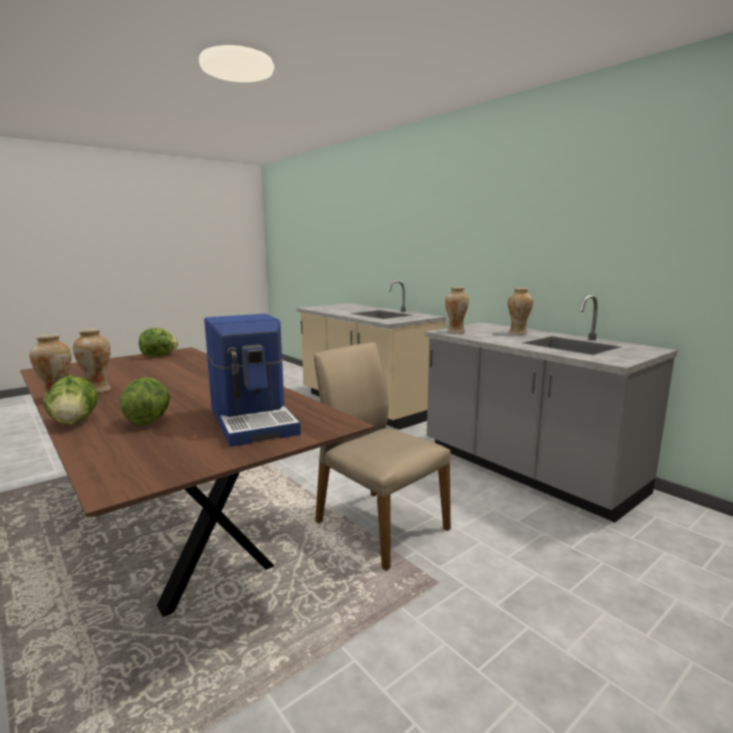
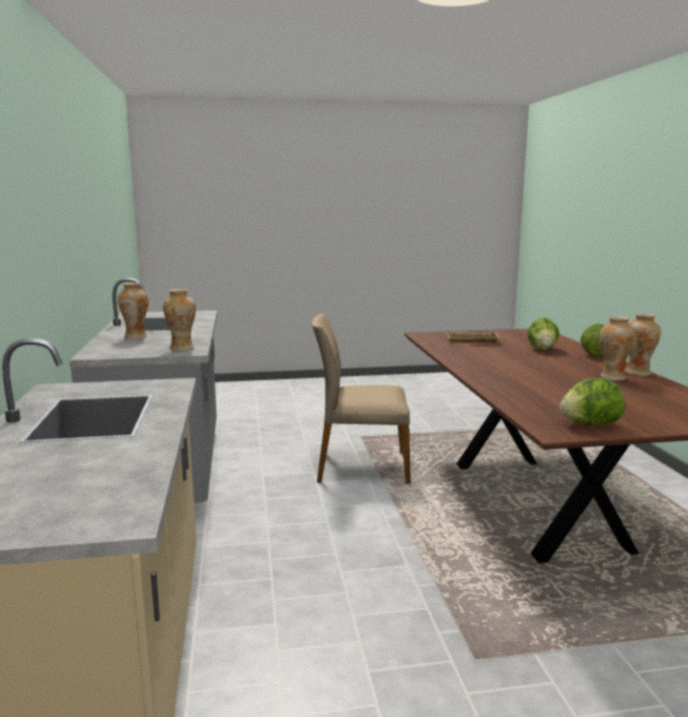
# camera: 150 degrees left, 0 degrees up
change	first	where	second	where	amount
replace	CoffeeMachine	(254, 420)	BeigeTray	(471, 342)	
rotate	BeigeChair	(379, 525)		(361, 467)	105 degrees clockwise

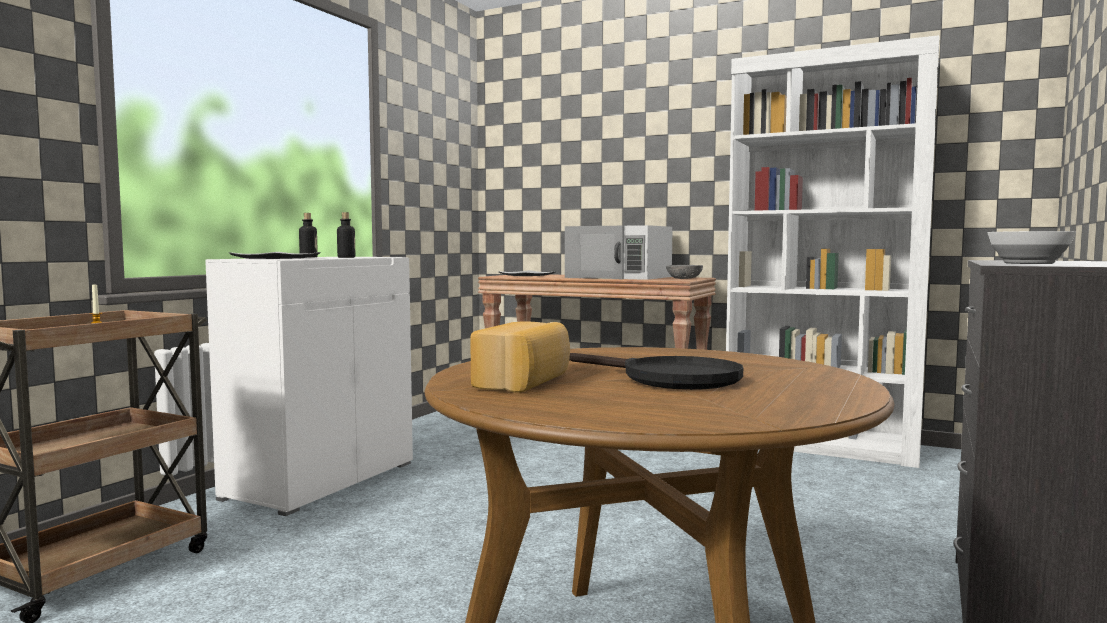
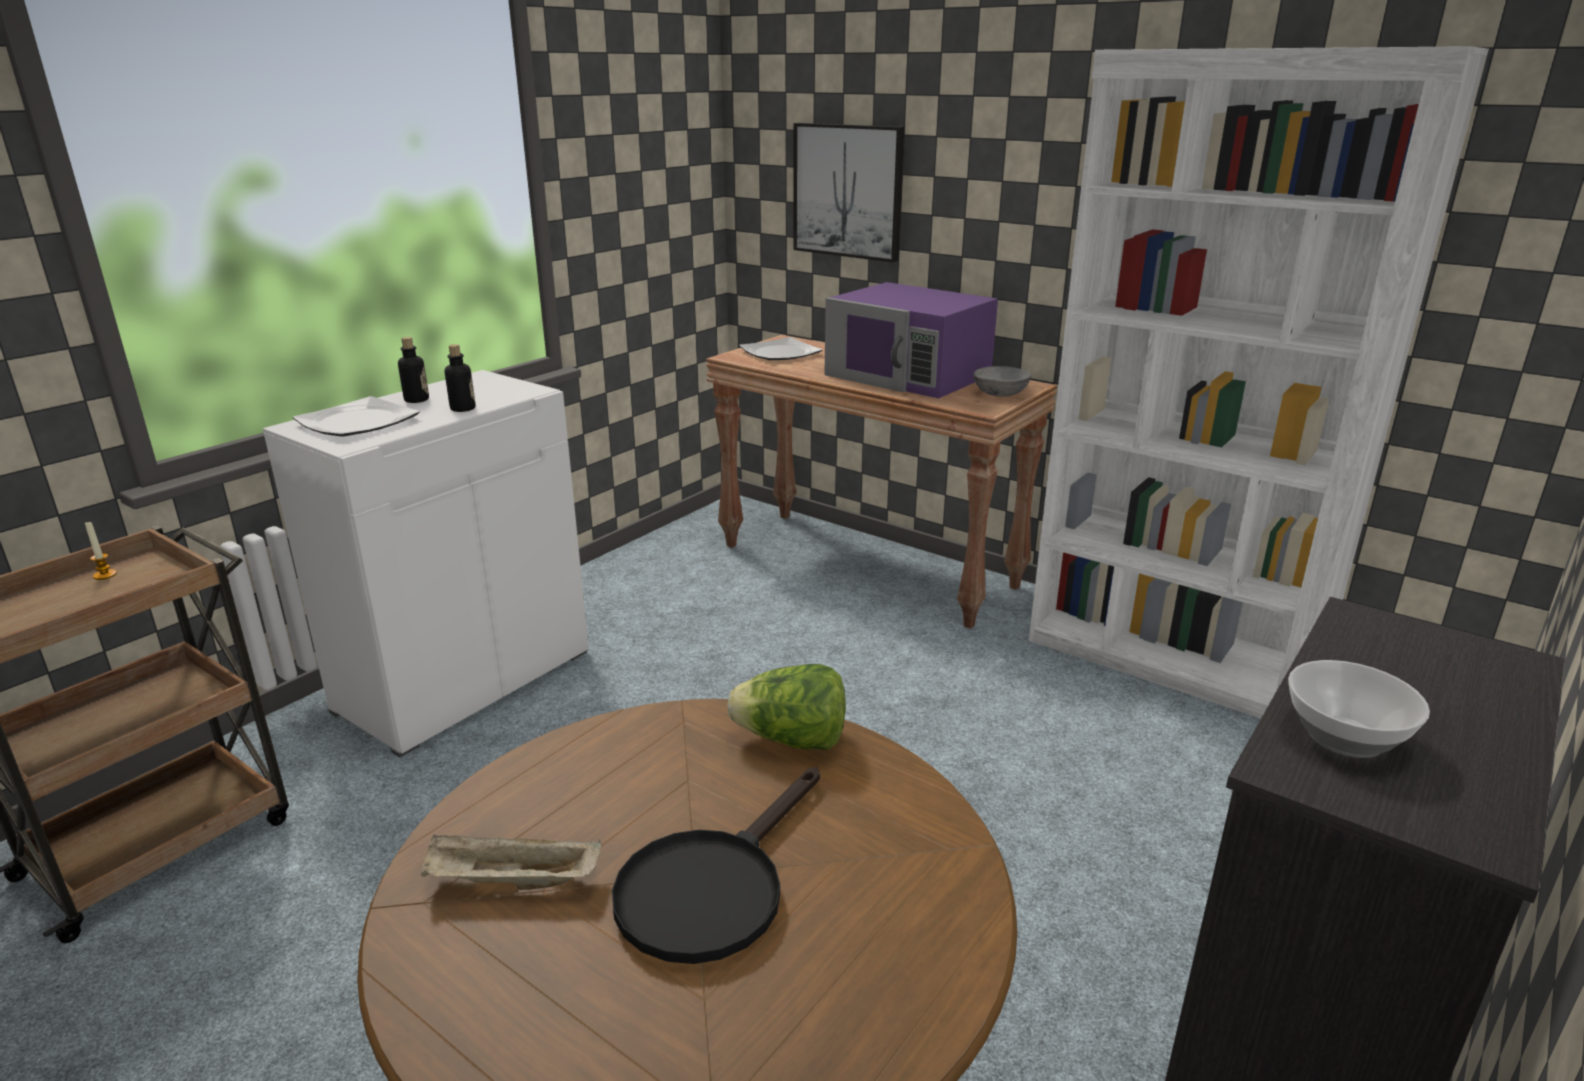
# camera: 10 degrees right, 20 degrees up
change	first	where	second	where	amount
replace	Bread	(525, 382)	BeigeTray	(511, 882)	
recolor	WhiteMicrowave	(619, 277)	PurpleMicrowave	(909, 375)	
rotate	BlackFryingPan	(666, 378)		(712, 887)	75 degrees clockwise
insert			Lettuce	(792, 740)	
insert			Picture	(848, 191)	

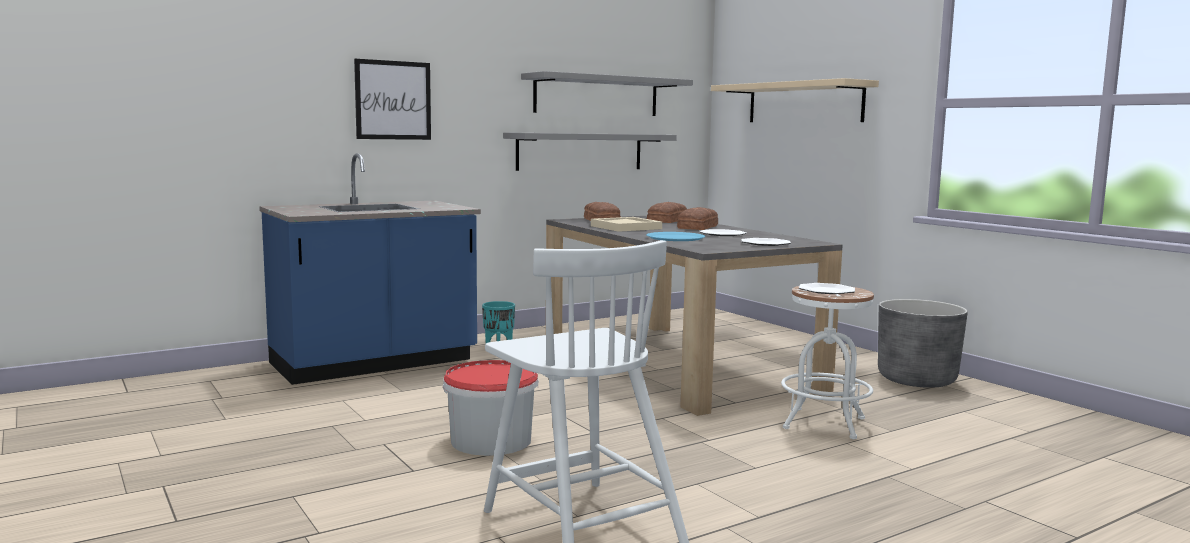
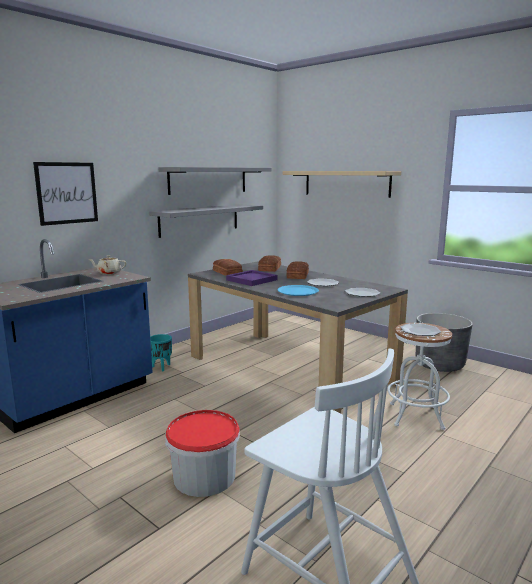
# camera: 15 degrees left, 5 degrees up
change	first	where	second	where	amount
recolor	BeigeTray	(624, 227)	PurpleTray	(251, 280)	
insert			BeigeTeapot	(108, 273)	

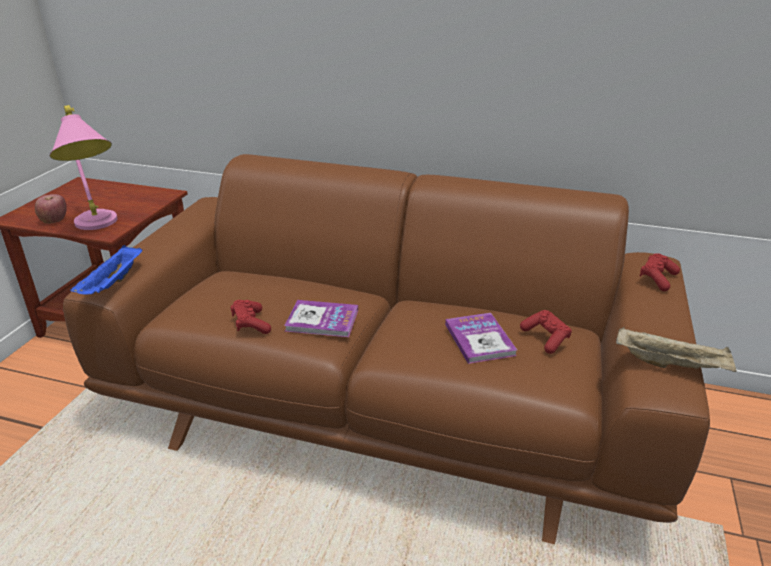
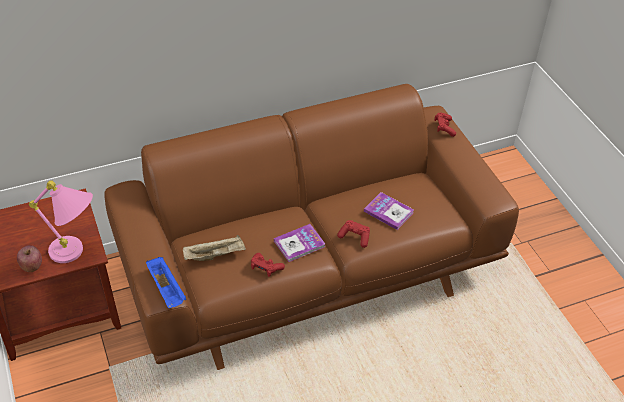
# camera: 40 degrees left, 15 degrees up
change	first	where	second	where	amount
move	RedGameController	(545, 338)		(355, 237)	
move	BeigeTray	(671, 364)		(215, 255)	

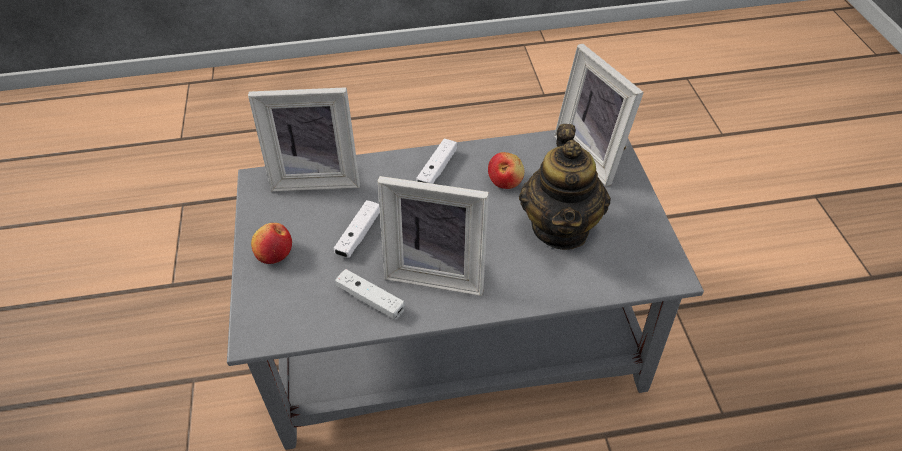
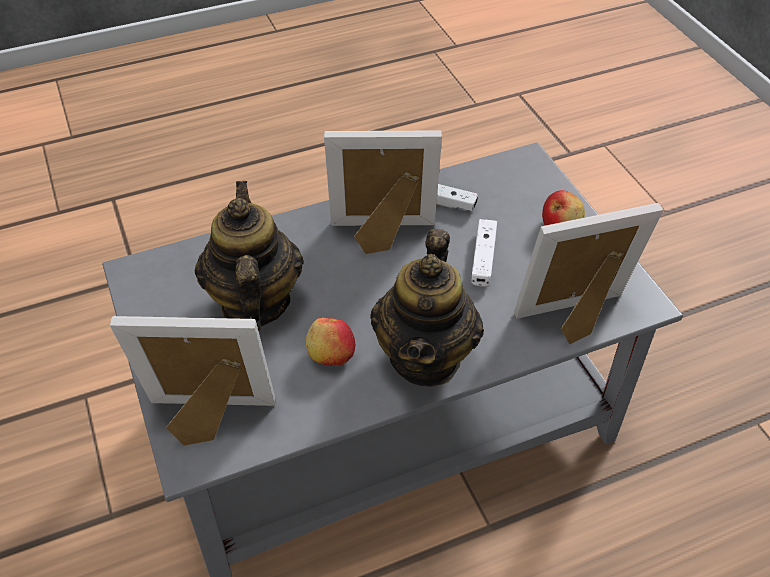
# camera: 165 degrees right, 0 degrees up
change	first	where	second	where	amount
replace	WhiteGameController	(437, 169)	Teapot	(426, 357)	
rotate	PictureFrame	(594, 154)		(209, 420)	45 degrees counterclockwise

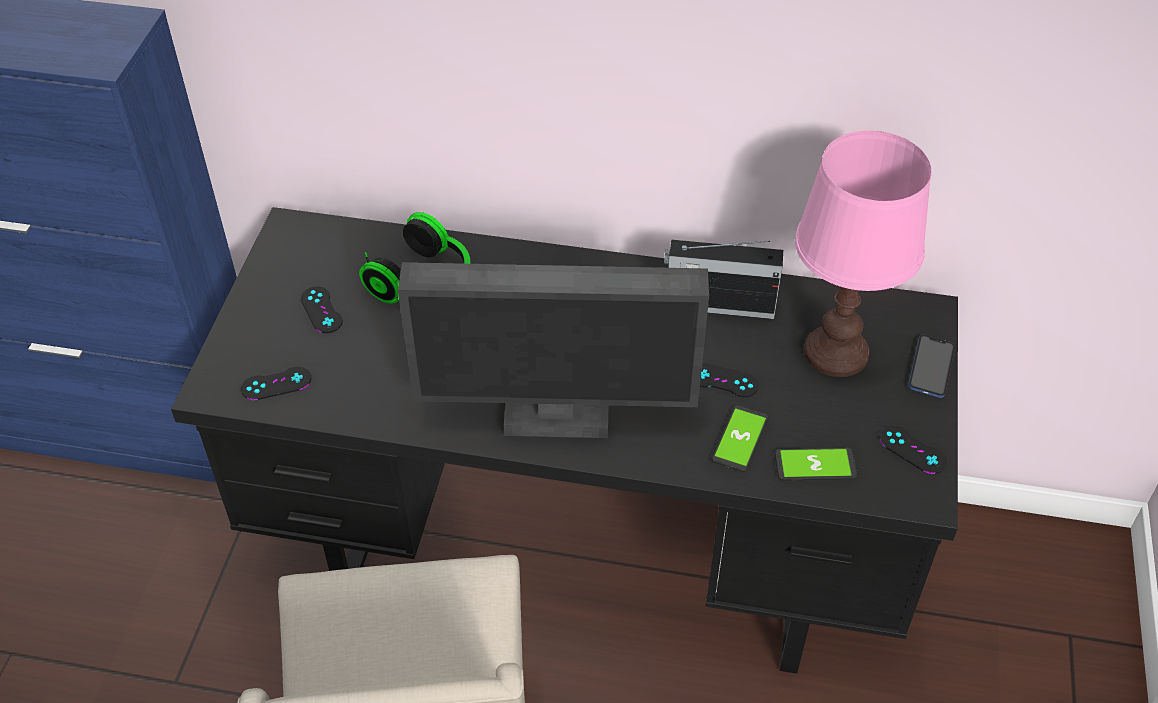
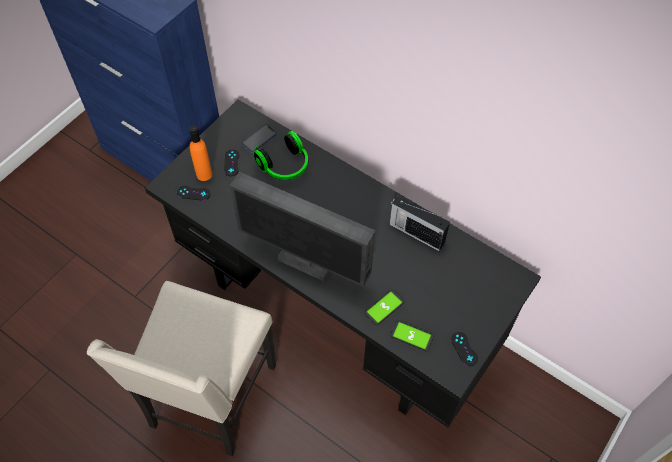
# camera: 25 degrees right, 10 degrees up
change	first	where	second	where	amount
delete	BlackGameController	(724, 380)			
delete	PinkTableLamp	(836, 353)			
move	Phone	(931, 367)		(259, 139)	
insert			OrangeBottle	(204, 174)	

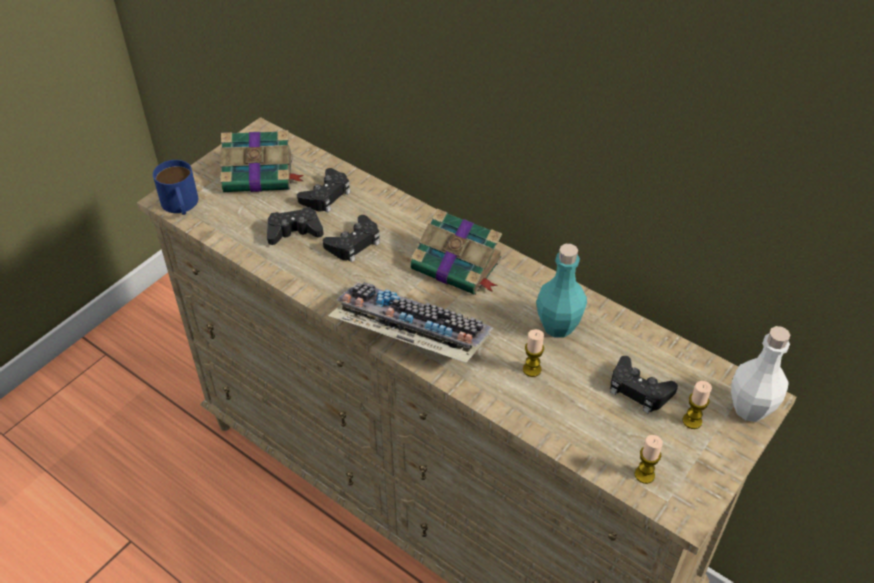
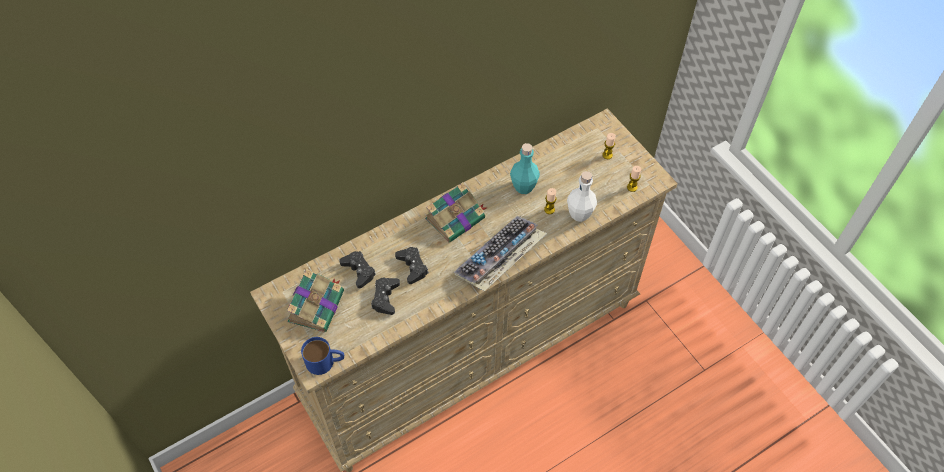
# camera: 70 degrees left, 10 degrees up
change	first	where	second	where	amount
delete	BlackGameController	(639, 390)			
move	WhiteBottle	(750, 408)		(579, 214)	

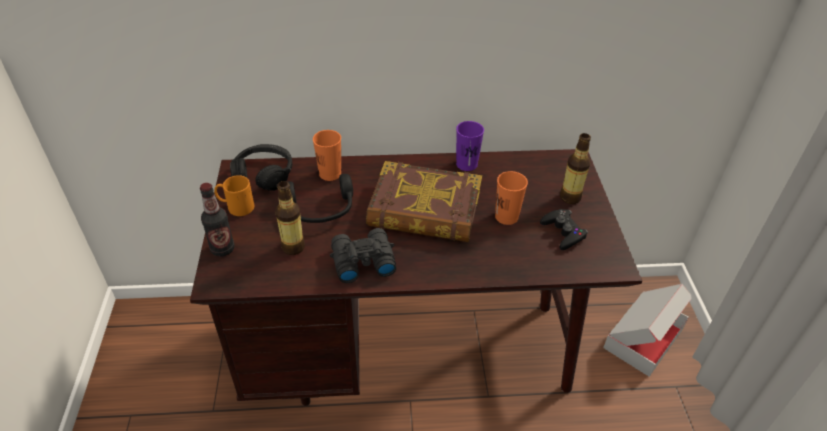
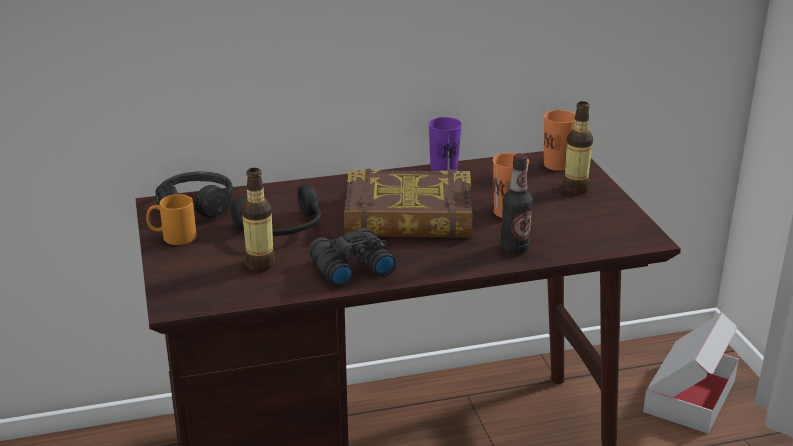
# camera: 10 degrees left, 15 degrees down
change	first	where	second	where	amount
move	Bottle	(222, 249)		(514, 248)	
move	OrangeCup	(330, 174)		(556, 165)	
delete	BlackGameController	(563, 232)			

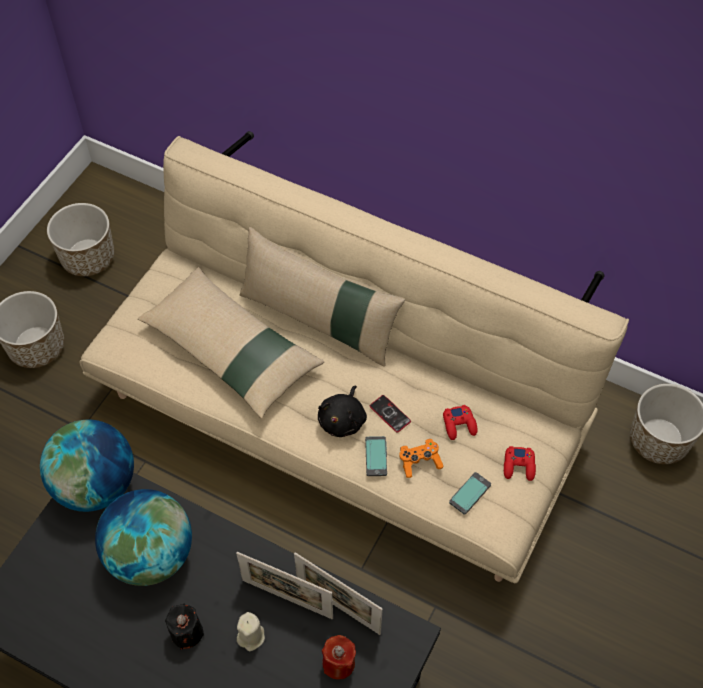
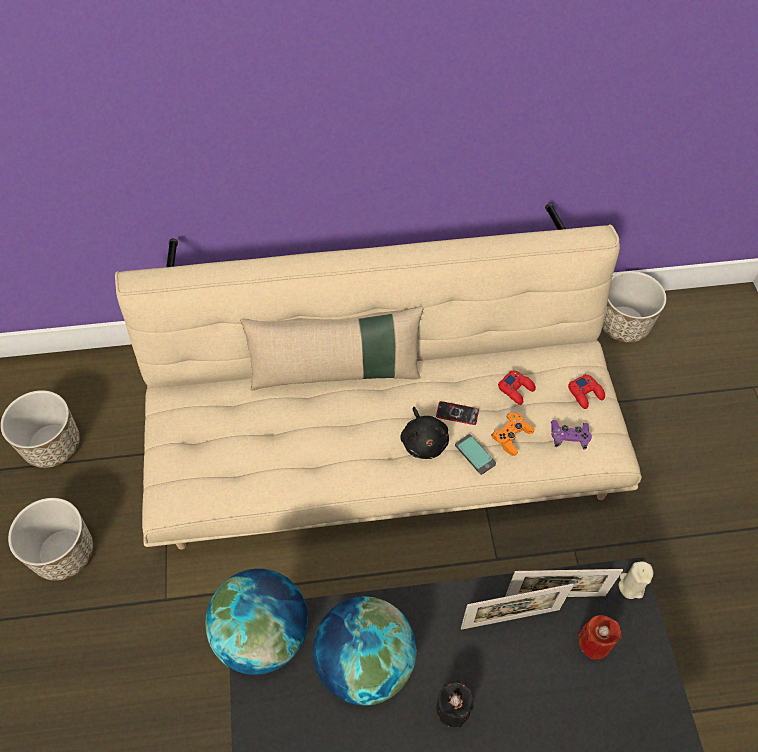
# camera: 35 degrees left, 0 degrees up
change	first	where	second	where	amount
delete	BeigePillow	(231, 350)			
move	BeigeCandle	(251, 636)		(631, 585)	
replace	Phone	(469, 493)	PurpleGameController	(568, 438)	

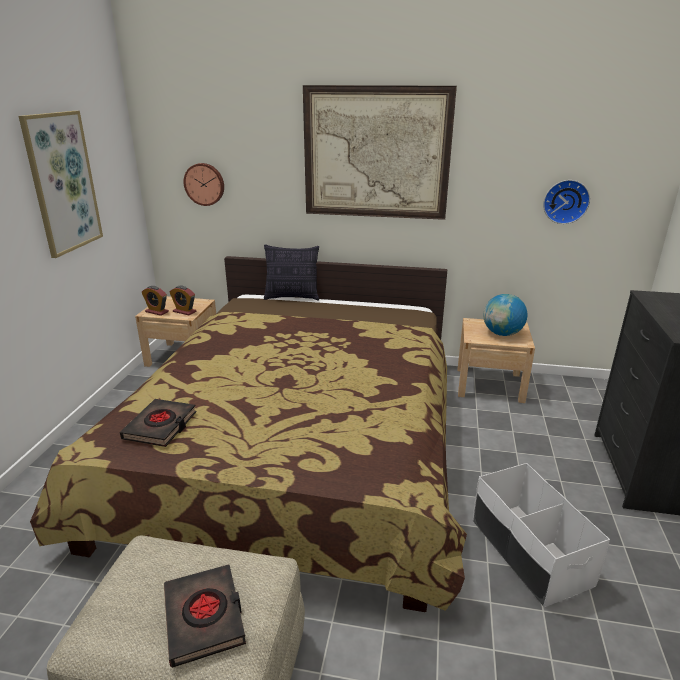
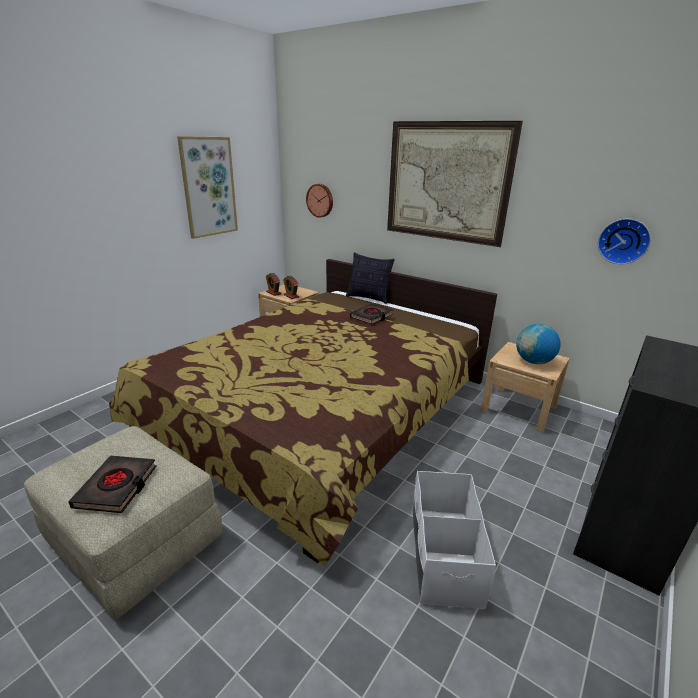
# camera: 25 degrees right, 0 degrees up
change	first	where	second	where	amount
move	BlackBook	(160, 426)		(371, 317)	

